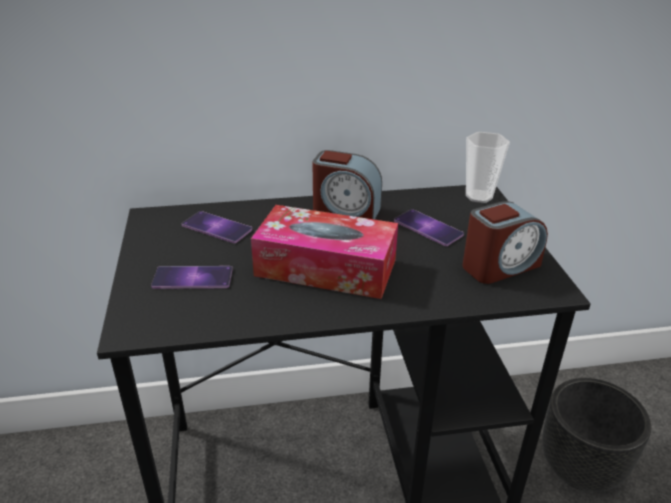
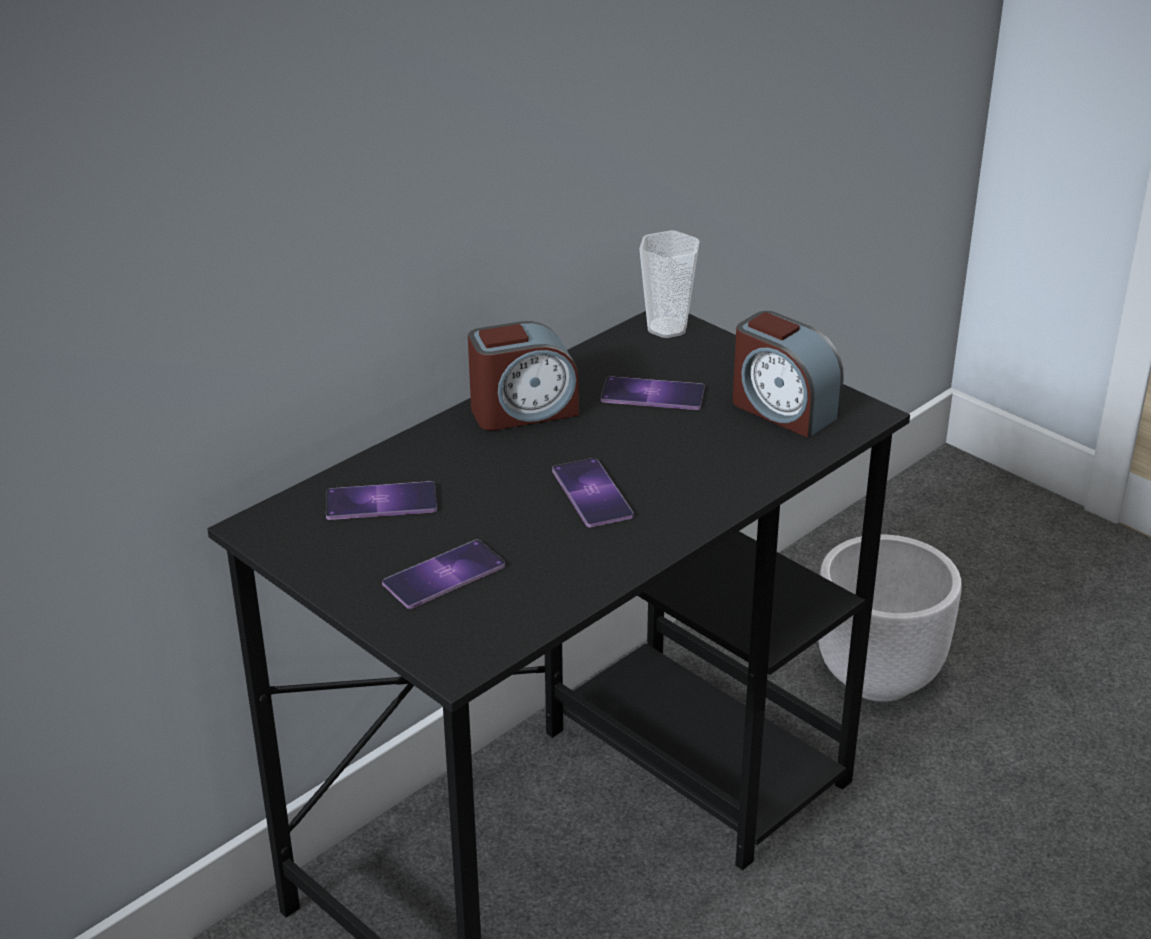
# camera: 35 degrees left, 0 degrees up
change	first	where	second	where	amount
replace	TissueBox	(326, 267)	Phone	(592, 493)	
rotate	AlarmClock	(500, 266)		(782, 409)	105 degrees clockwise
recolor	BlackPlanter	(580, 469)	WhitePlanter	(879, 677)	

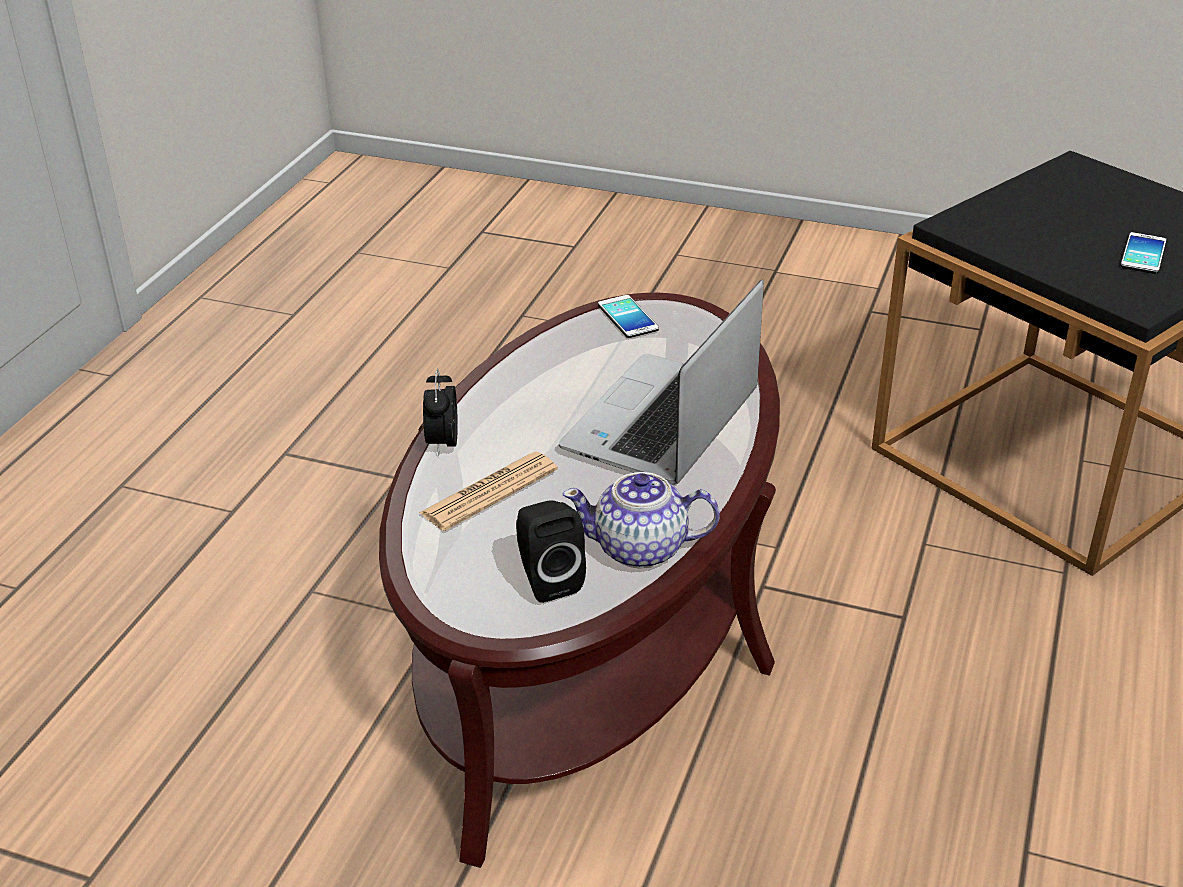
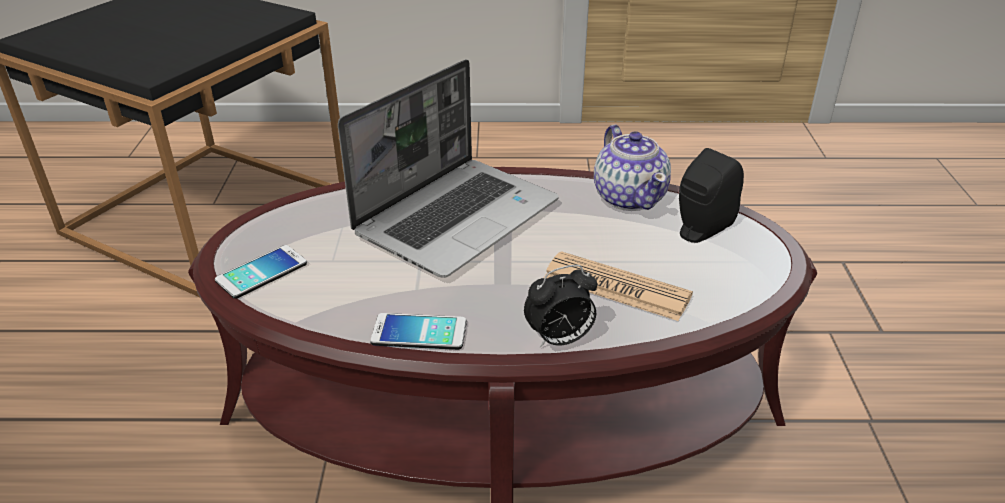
# camera: 110 degrees left, 0 degrees up
change	first	where	second	where	amount
rotate	Laptop	(662, 425)		(457, 217)	60 degrees counterclockwise
move	Phone	(1143, 254)		(419, 333)	

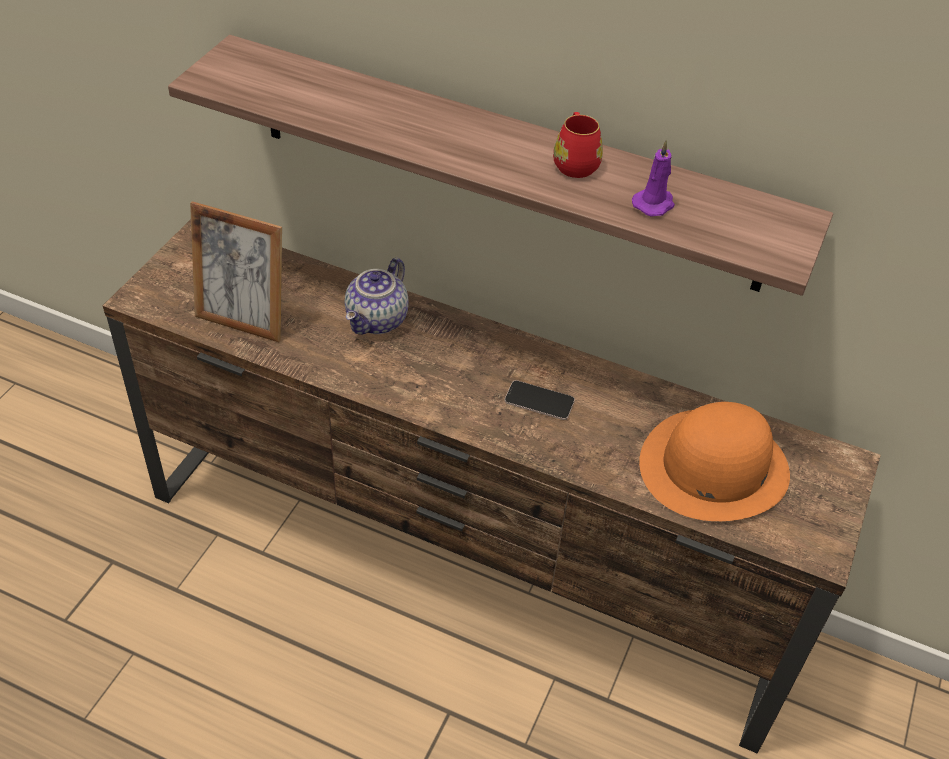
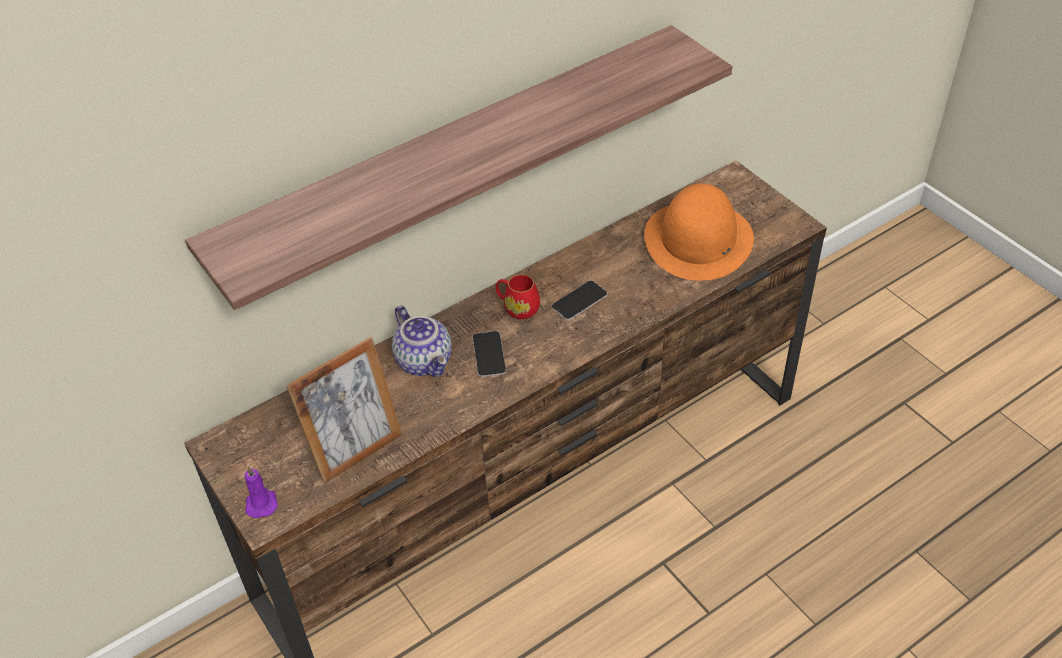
# camera: 55 degrees left, 0 degrees up
change	first	where	second	where	amount
move	RedMug	(575, 163)		(517, 308)	
move	PurpleCandle	(654, 204)		(261, 502)	
insert			Phone	(489, 354)	

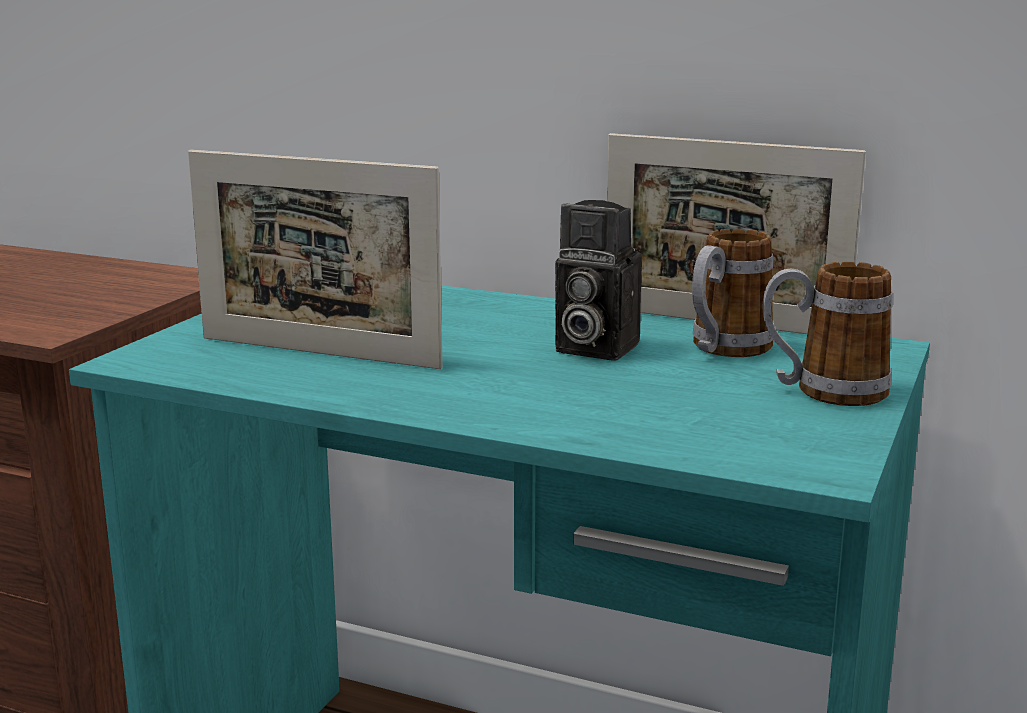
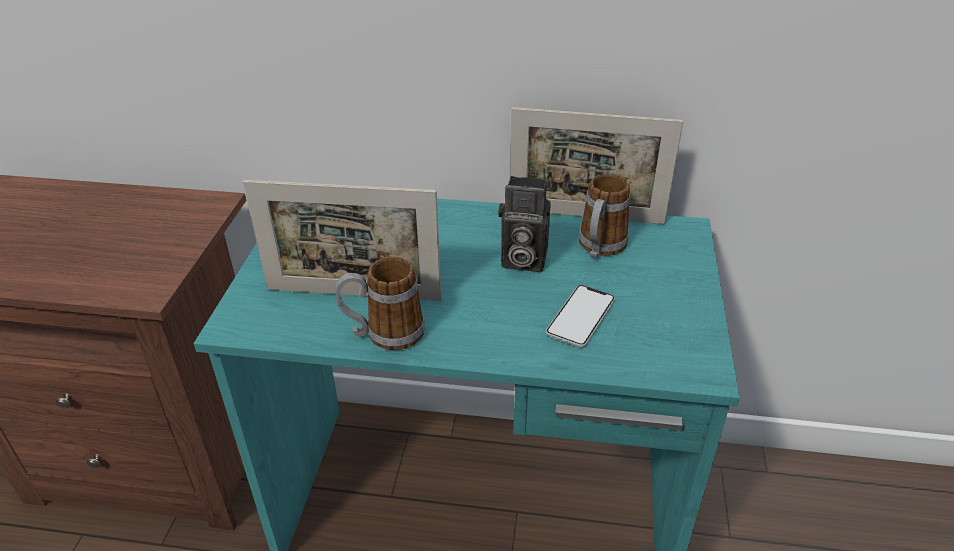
# camera: 15 degrees left, 20 degrees up
change	first	where	second	where	amount
move	Mug	(823, 391)		(384, 334)	
insert			Phone	(580, 317)	

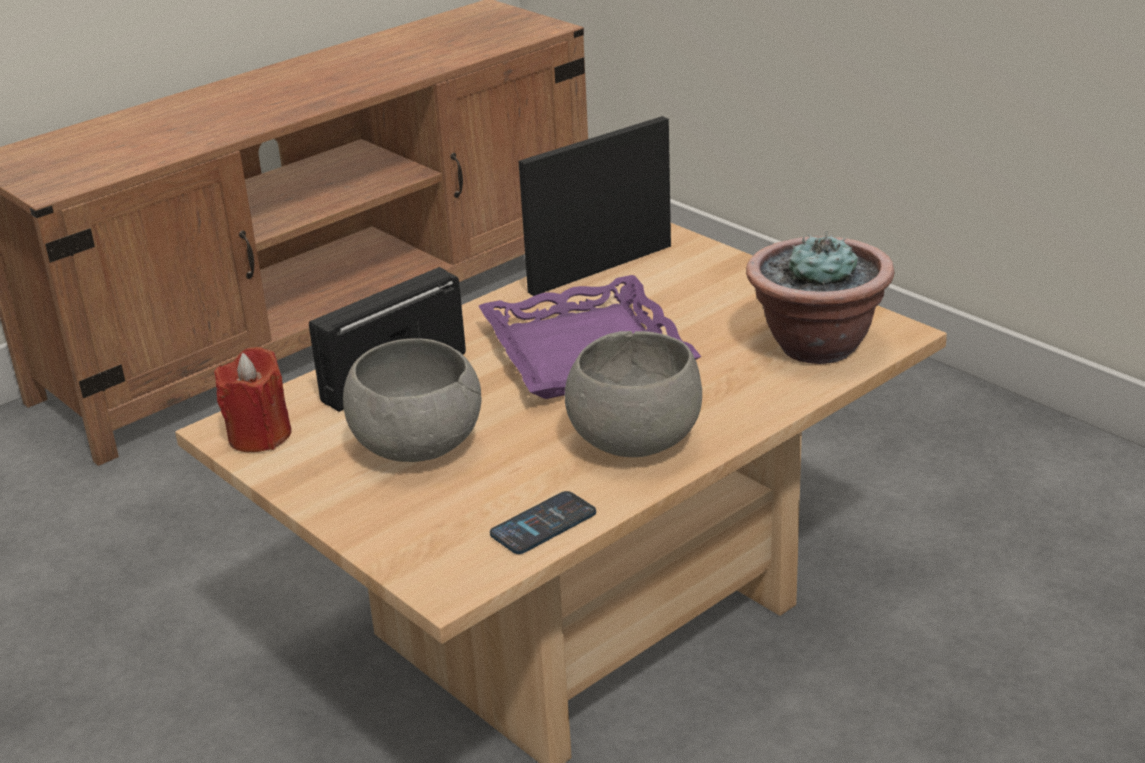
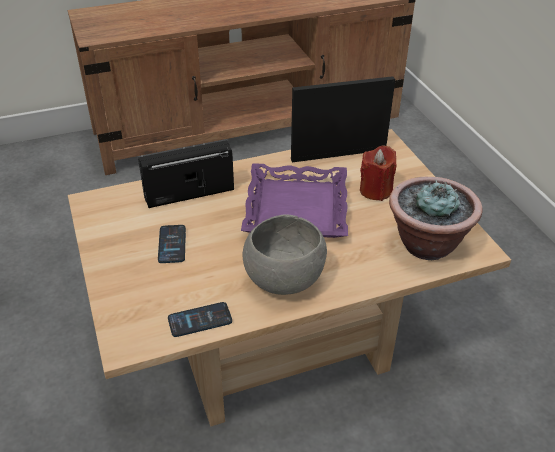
# camera: 20 degrees right, 10 degrees up
change	first	where	second	where	amount
move	RedCandle	(259, 435)		(376, 190)	
replace	GreyBowl	(419, 447)	Phone	(172, 244)	

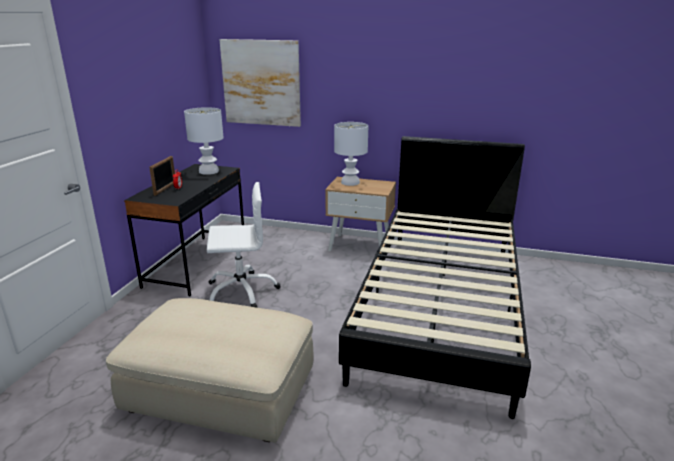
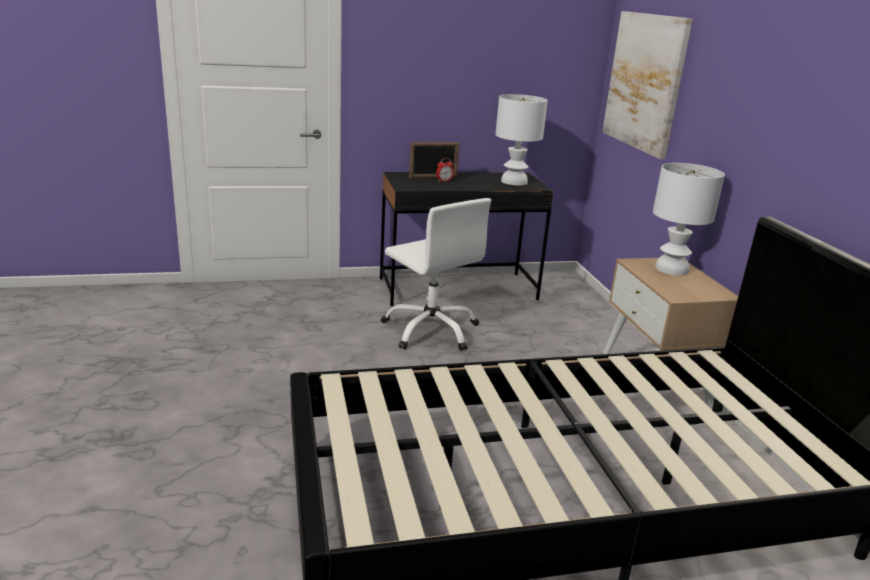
# camera: 60 degrees right, 0 degrees up
change	first	where	second	where	amount
delete	BeigeOttoman	(222, 390)			

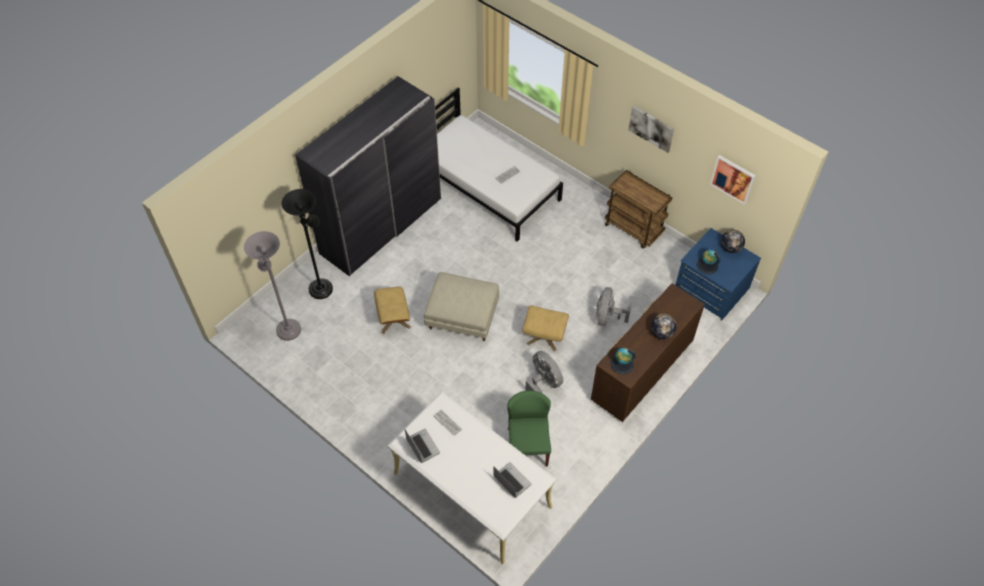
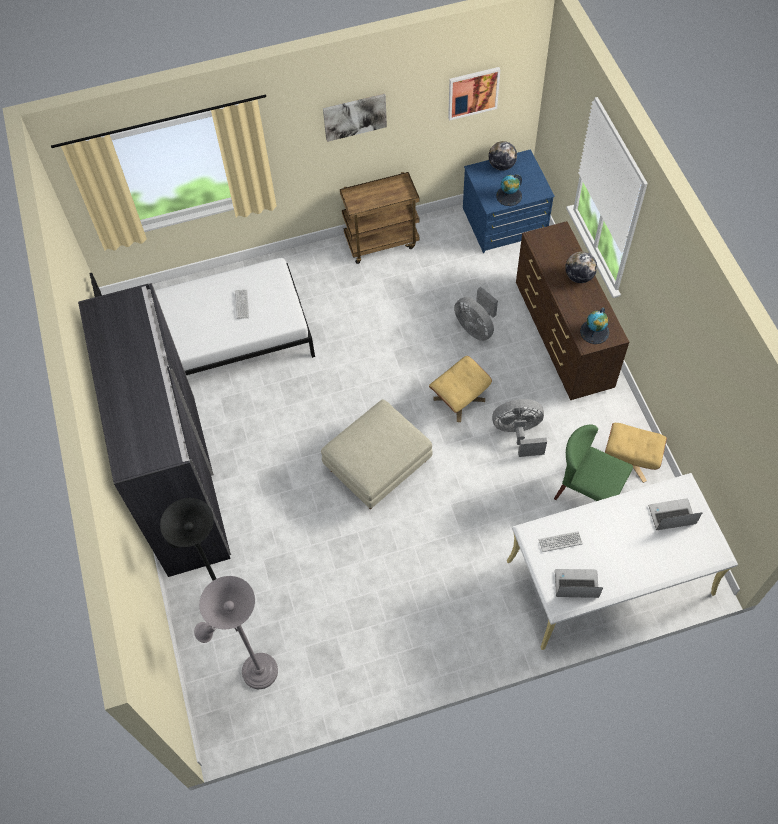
# camera: 55 degrees left, 5 degrees up
change	first	where	second	where	amount
move	BeigeOttoman	(393, 319)		(629, 460)	

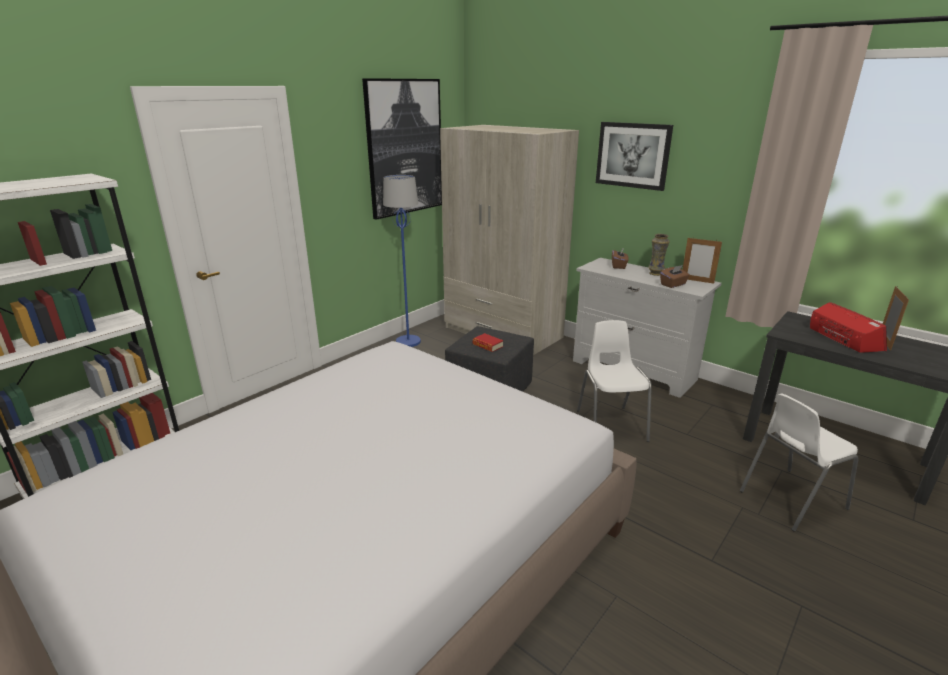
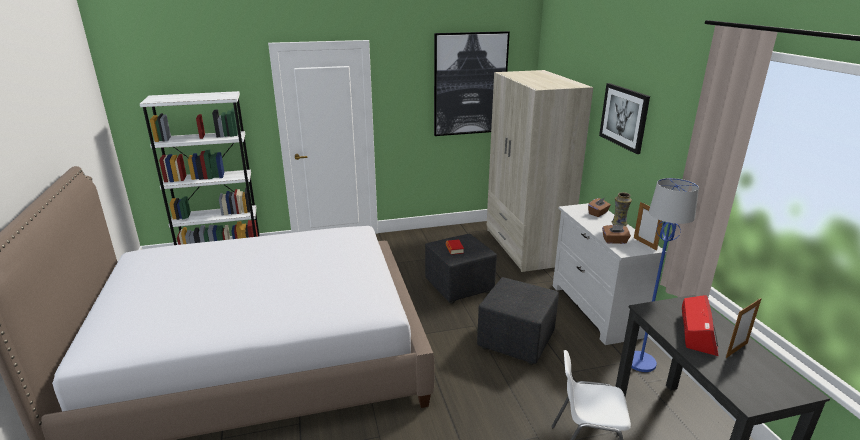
# camera: 35 degrees right, 0 degrees up
change	first	where	second	where	amount
move	BlueFloorLamp	(408, 342)		(640, 362)	
replace	WhiteChair	(610, 425)	BlackOttoman	(516, 341)	

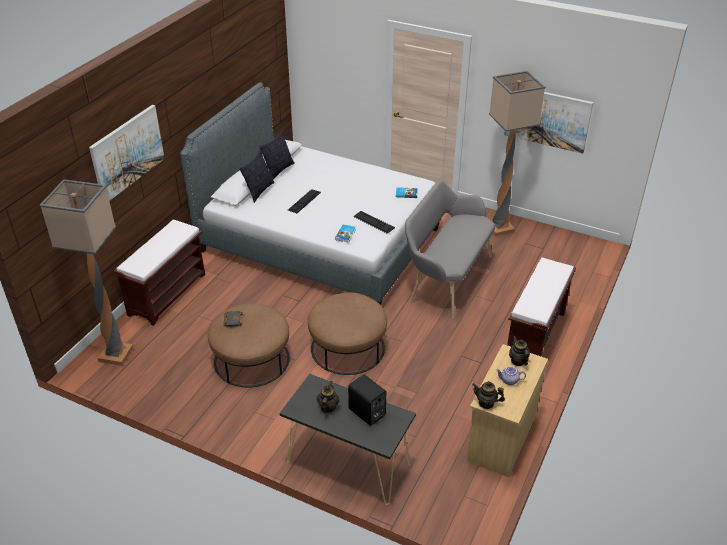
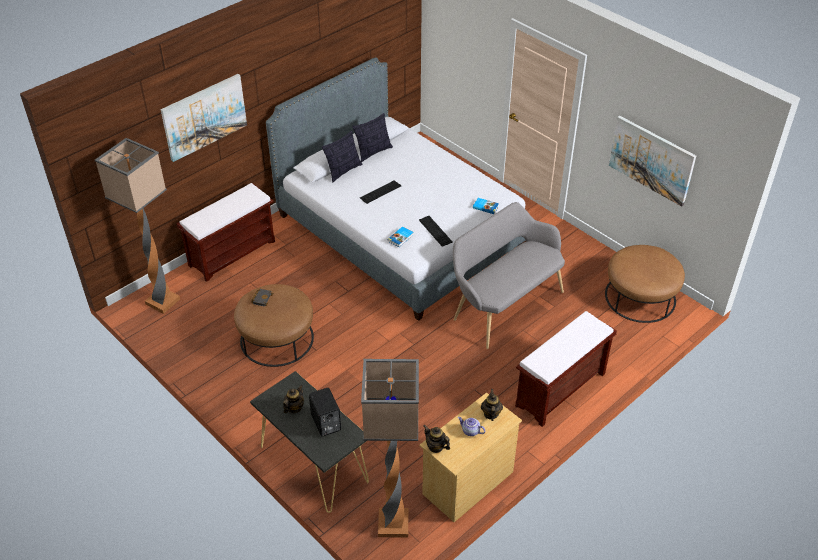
# camera: 20 degrees right, 5 degrees up
change	first	where	second	where	amount
move	BrownOttoman	(348, 348)		(640, 297)	
move	FloorLamp	(499, 229)		(392, 525)	

